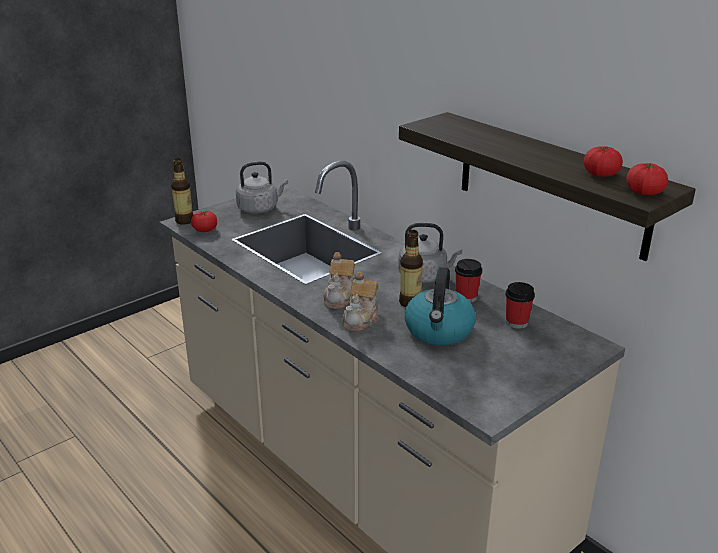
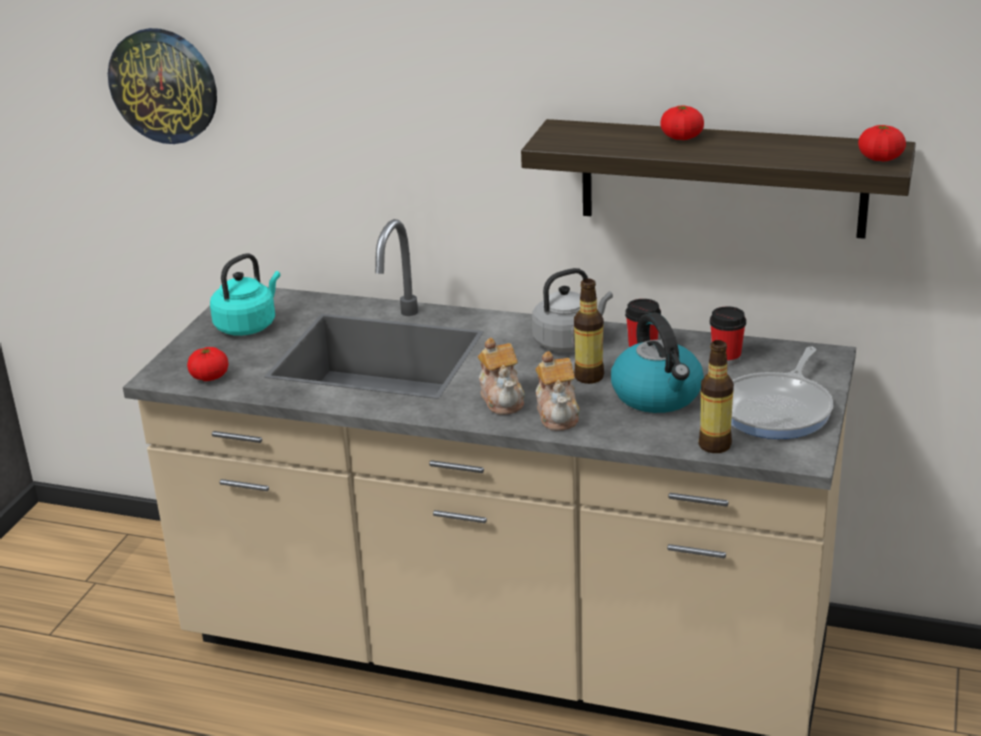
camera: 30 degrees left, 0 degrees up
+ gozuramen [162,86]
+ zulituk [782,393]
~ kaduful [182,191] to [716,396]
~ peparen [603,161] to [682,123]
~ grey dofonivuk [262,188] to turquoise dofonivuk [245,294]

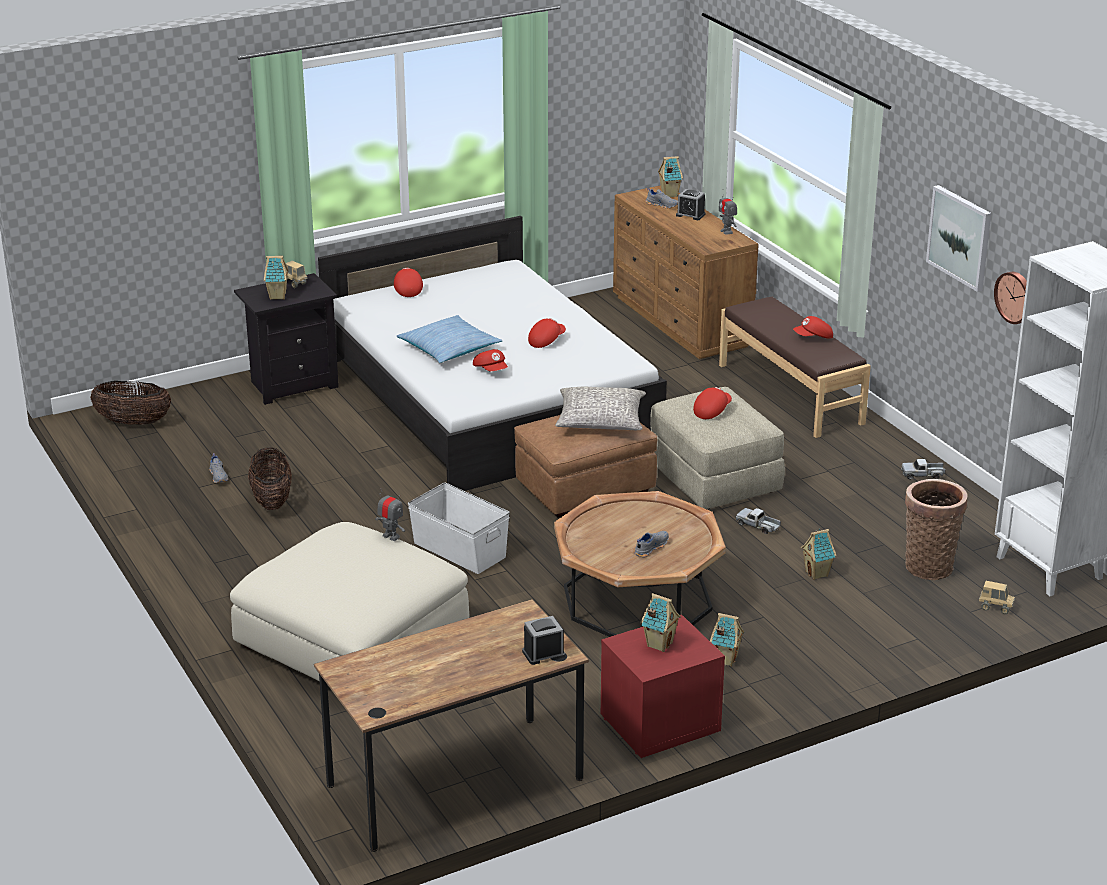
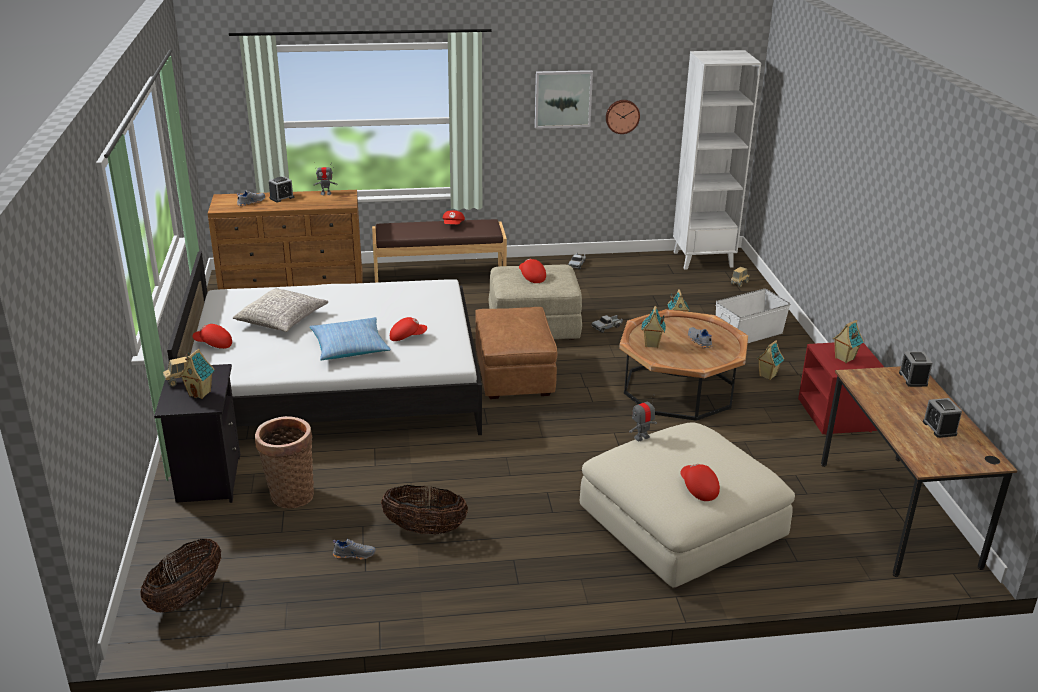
camera: 70 degrees left, 0 degrees up
+ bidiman [942,418]
~ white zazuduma [459,528] to [753,316]
~ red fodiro [547,333] to [700,482]
~ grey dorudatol [600,408] to [280,310]
~ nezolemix [670,176] to [653,327]
~ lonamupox [936,529] to [284,462]

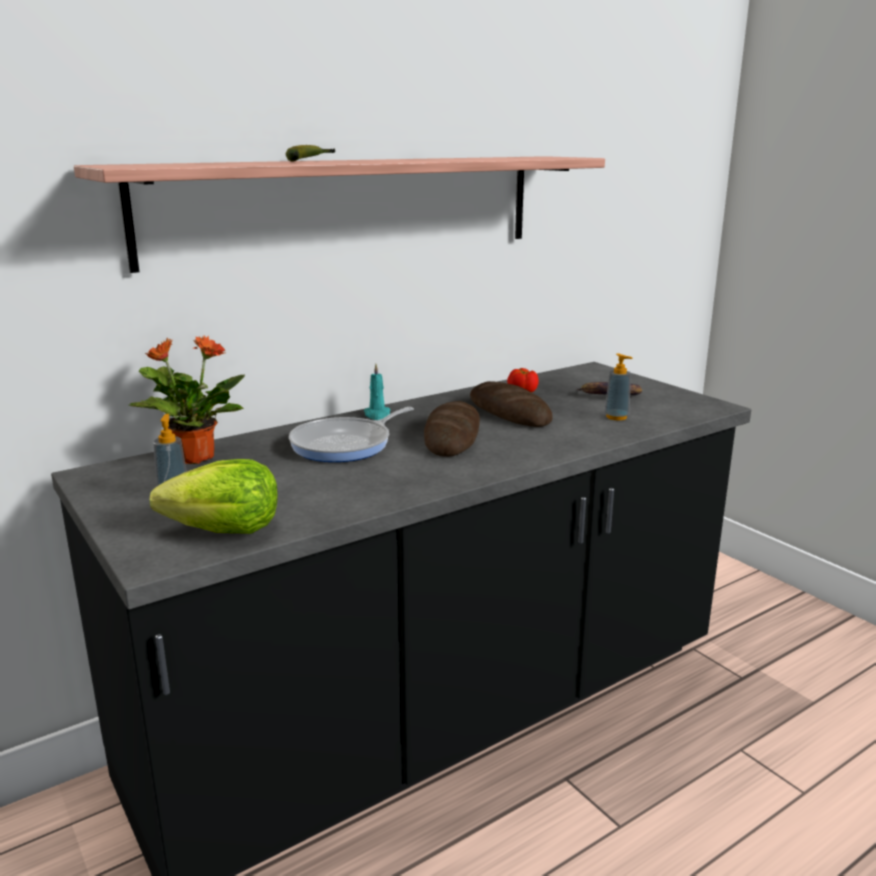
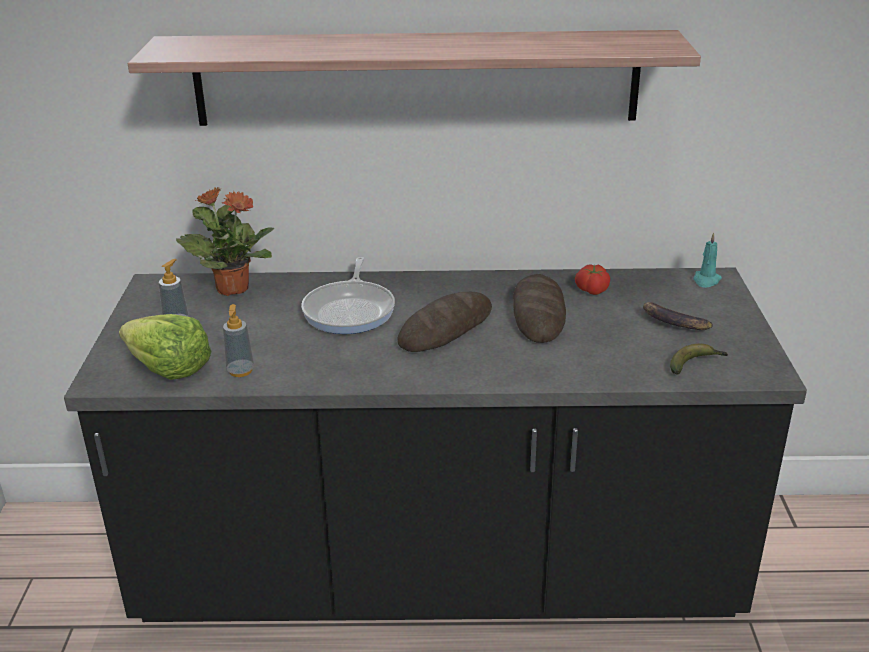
camera: 35 degrees right, 10 degrees up
~ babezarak [310,153] to [699,359]
~ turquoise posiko [377,392] to [707,260]
~ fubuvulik [618,386] to [238,340]
~ zulituk [351,434] = [348,295] 75 degrees counterclockwise

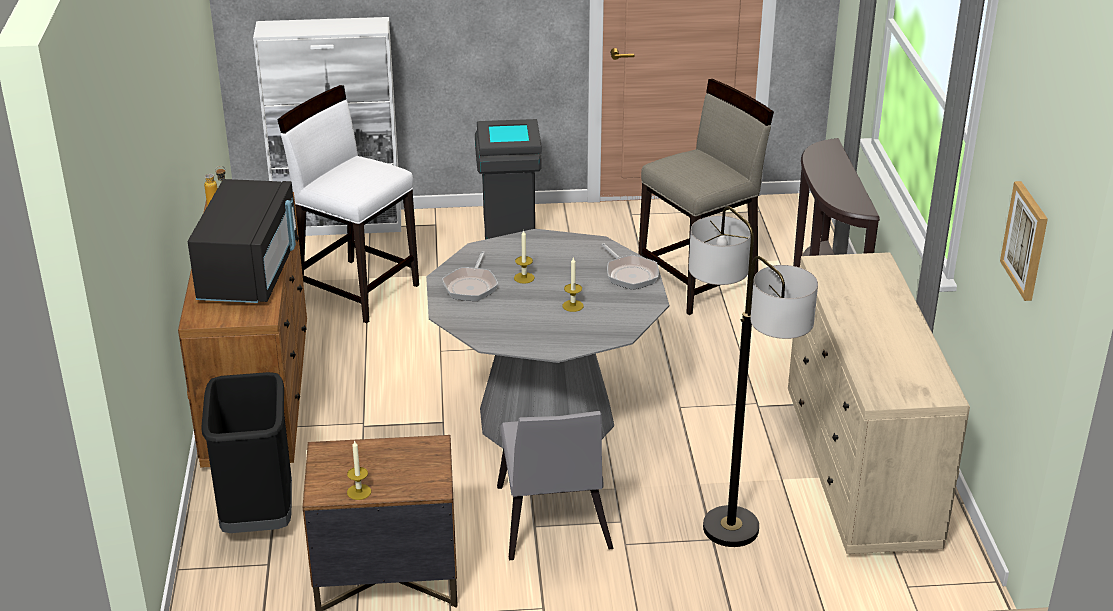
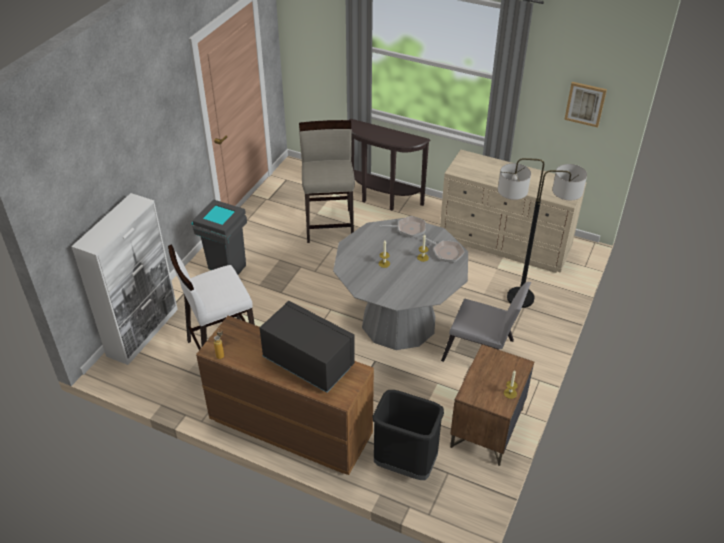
camera: 60 degrees left, 10 degrees up
~ zulituk [470,276] to [443,249]

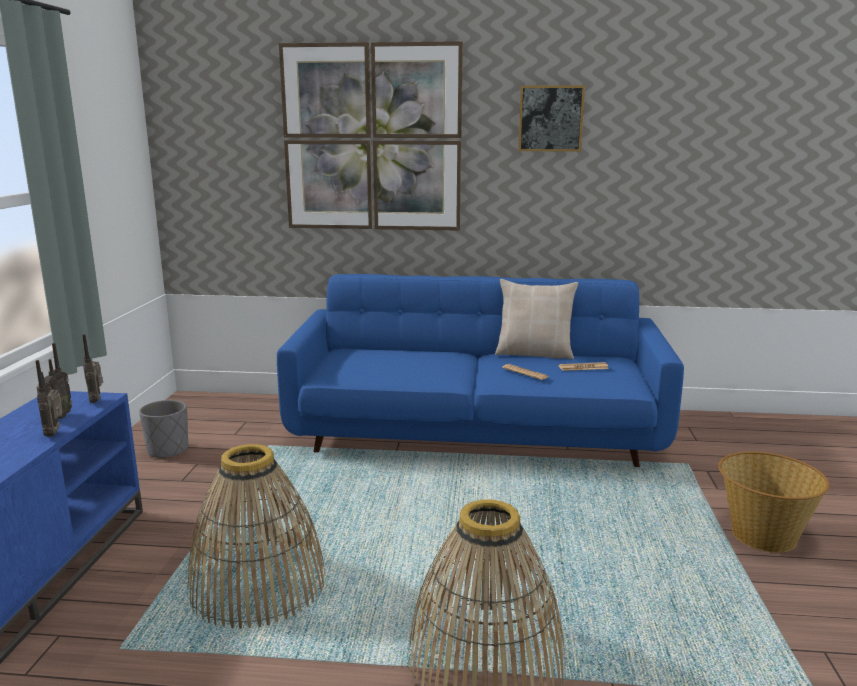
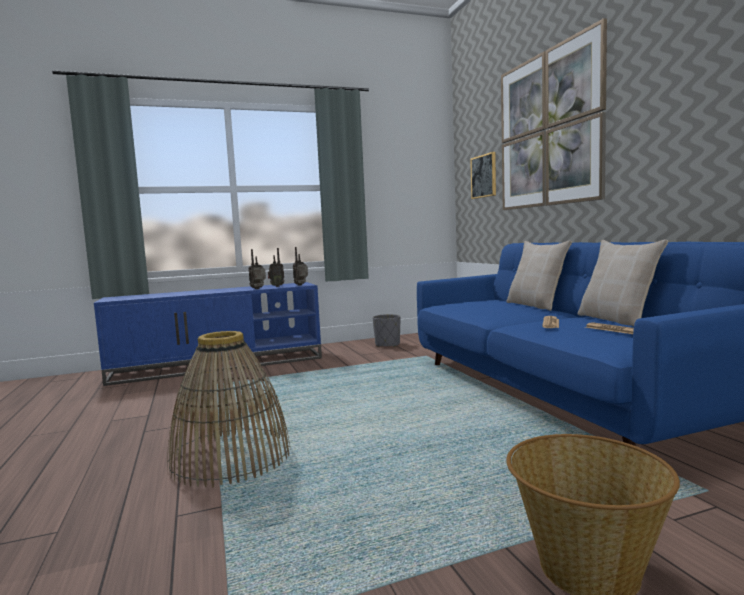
camera: 65 degrees right, 10 degrees down
- lonamupox [256,536]
+ beige dorudatol [539,275]
~ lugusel [551,118] to [483,175]

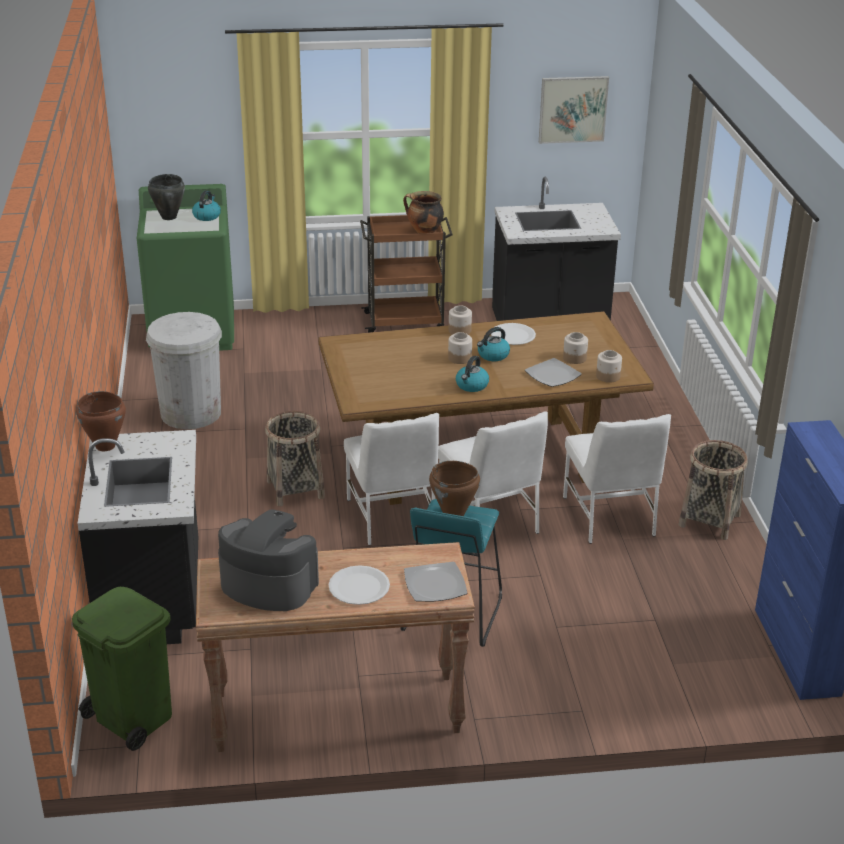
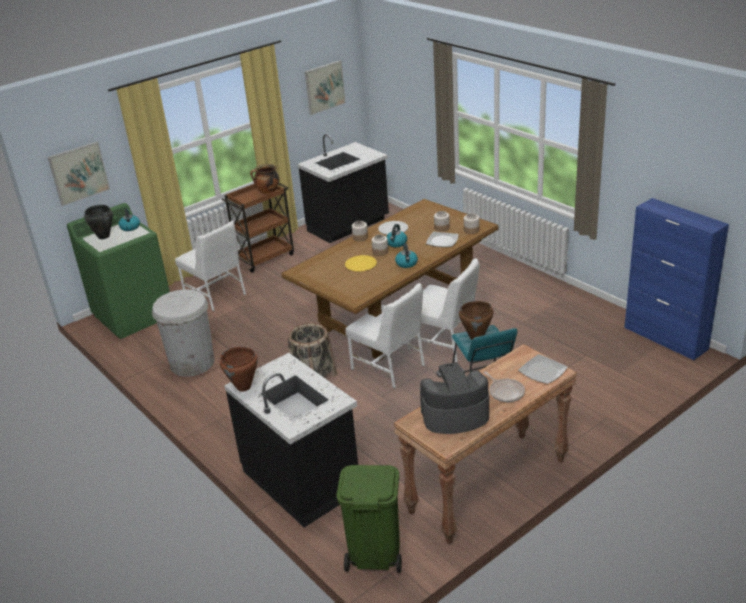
camera: 30 degrees left, 0 degrees up
- lonamupox [713,490]
+ lugusel [79,174]
+ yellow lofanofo [361,263]
~ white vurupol [617,479] to [210,265]
~ white lofanofo [359,585] to zulituk [504,386]

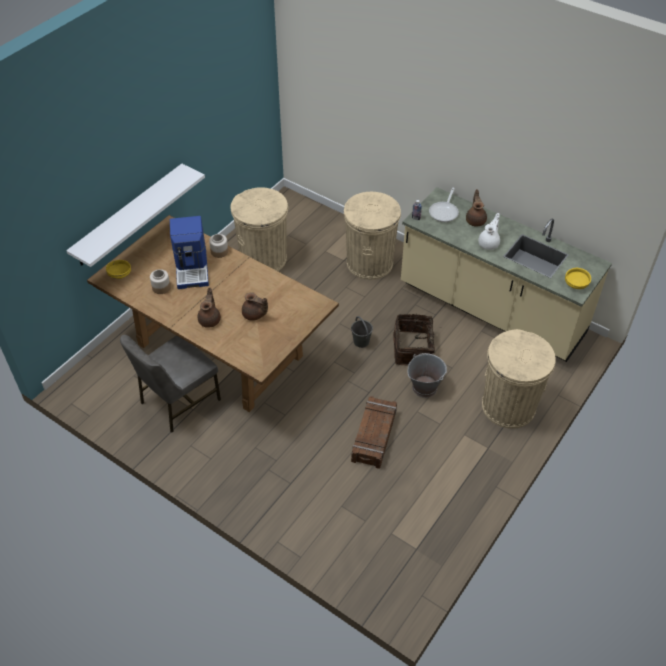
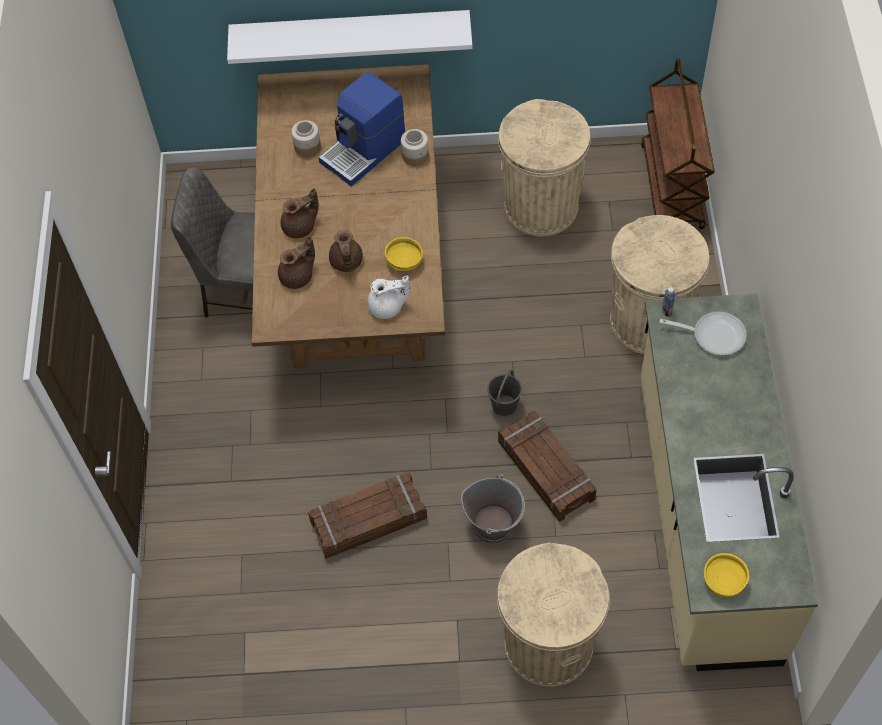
camera: 55 degrees right, 10 degrees up
+ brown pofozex [678,144]
~ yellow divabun [118,269] to [404,254]
~ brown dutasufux [476,208] to [296,262]
~ white dutasufux [489,231] to [388,297]
~ lonamupox [414,340] to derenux [547,466]
~ zulituk [444,205] = [703,333] 150 degrees counterclockwise

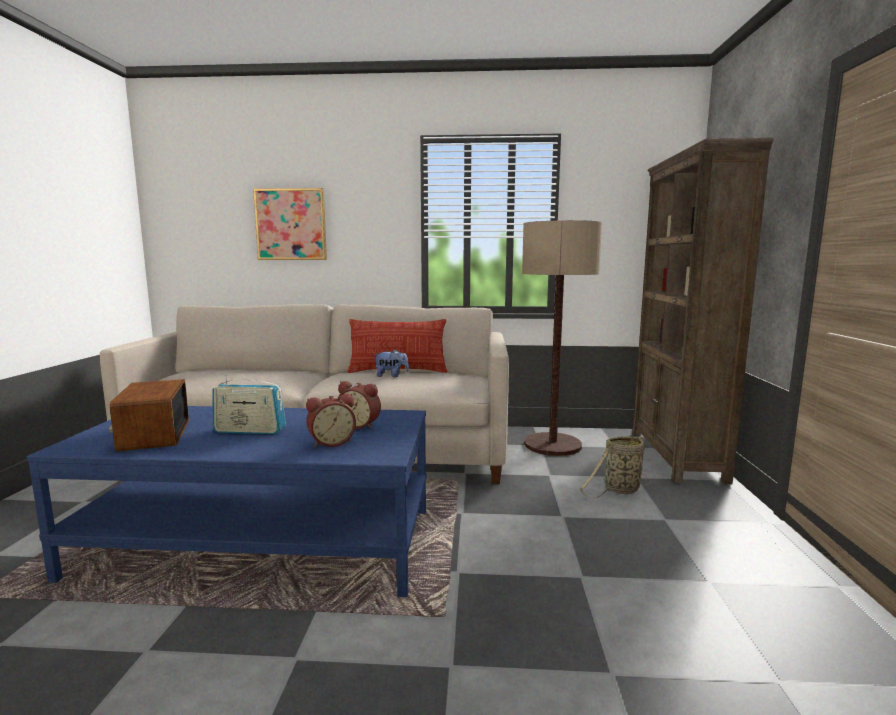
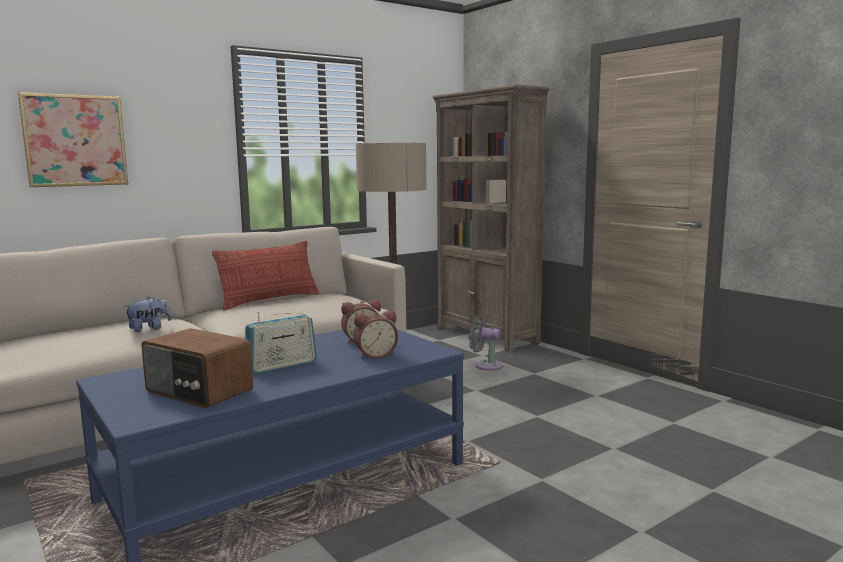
camera: 40 degrees left, 0 degrees up
~ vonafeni [391,363] to [147,314]
~ lonamupox [615,467] to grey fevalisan [486,343]
~ bidiman [331,420] = [375,335] 45 degrees clockwise

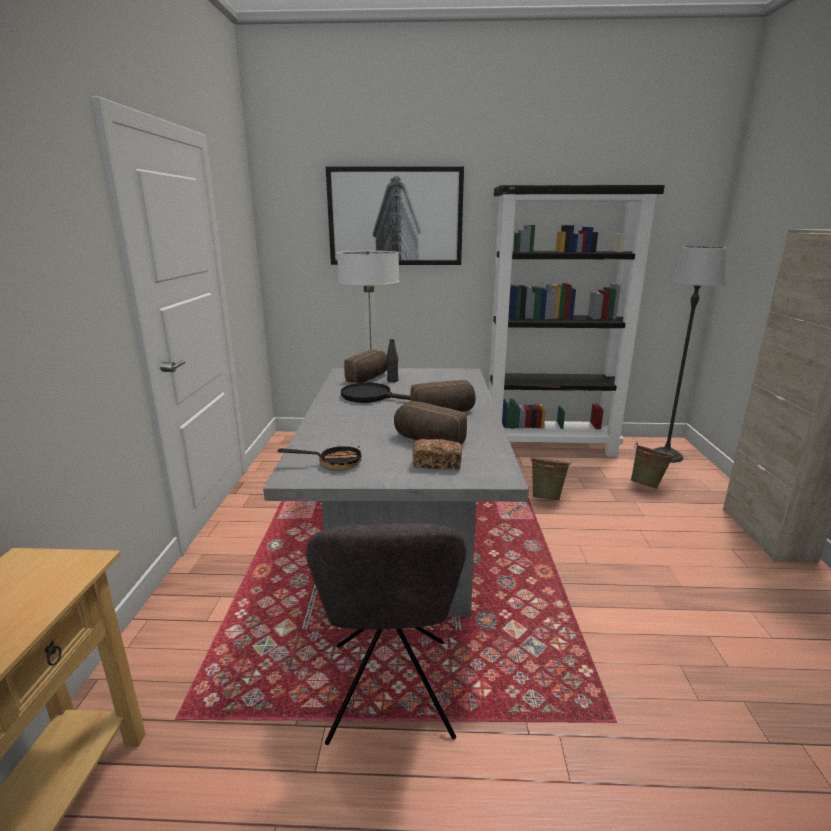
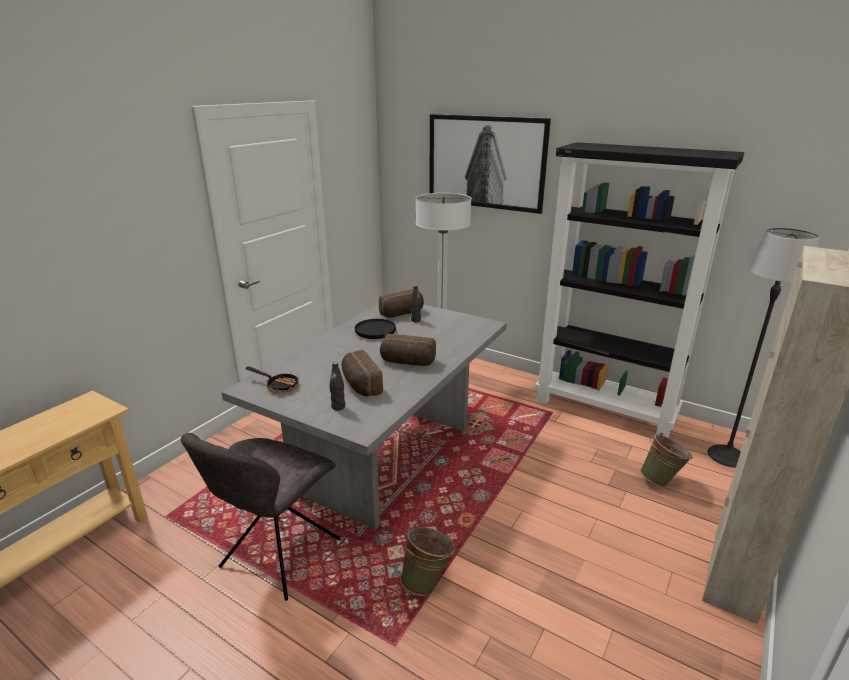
camera: 30 degrees right, 5 degrees up
~ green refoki [551,478] to [427,560]
~ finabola [437,454] to black kaduful [337,386]

